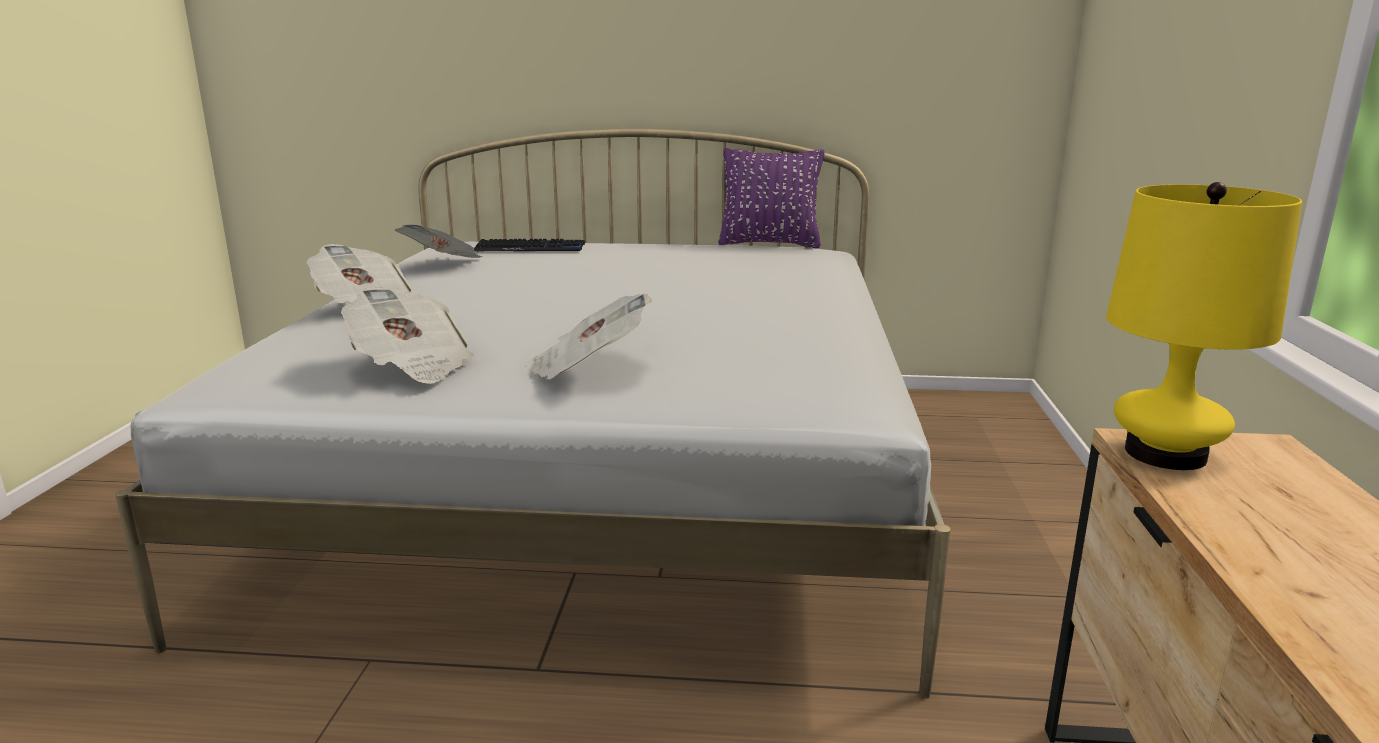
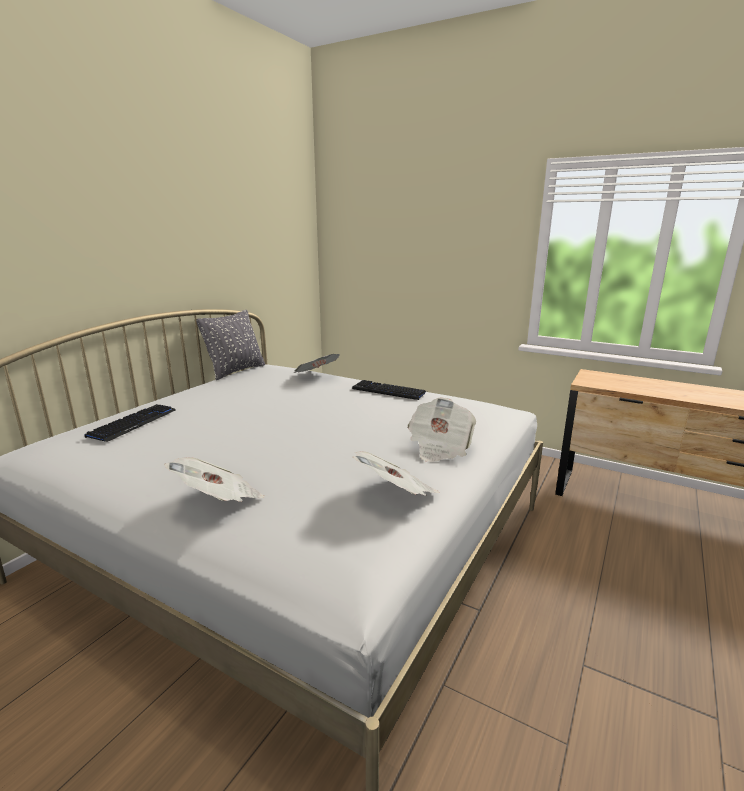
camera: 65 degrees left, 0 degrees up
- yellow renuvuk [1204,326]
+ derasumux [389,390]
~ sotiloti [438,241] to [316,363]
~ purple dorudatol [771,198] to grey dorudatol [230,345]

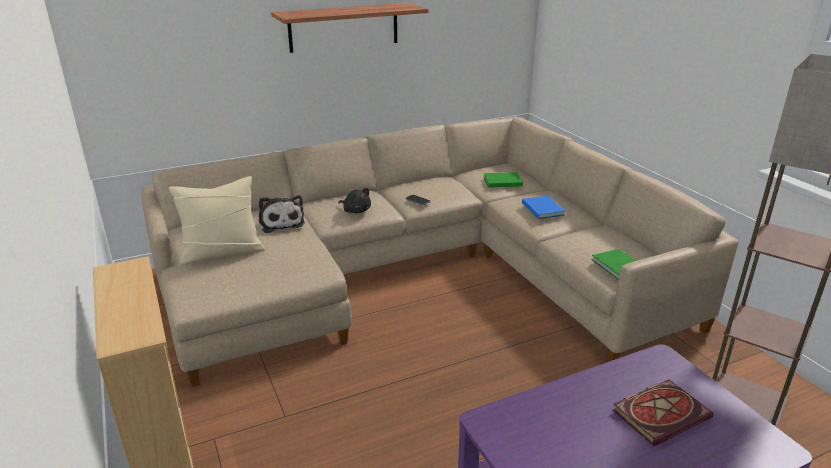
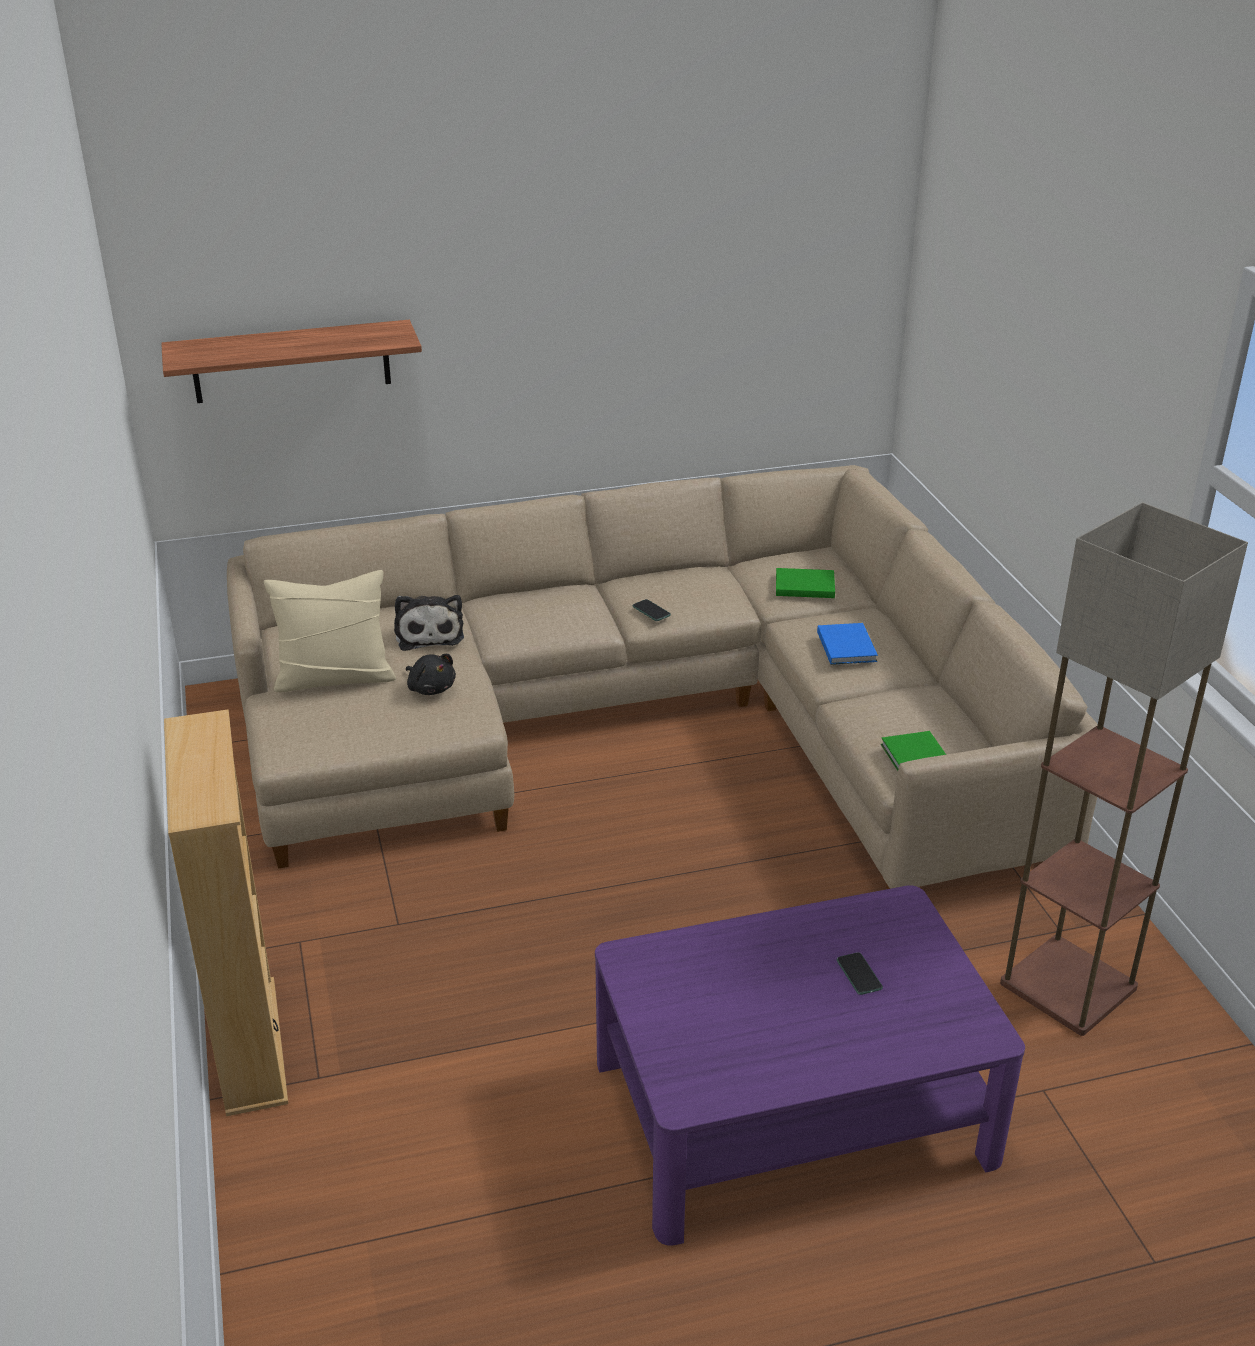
camera: 10 degrees right, 5 degrees up
~ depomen [350,28] to [291,361]
~ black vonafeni [355,200] to [431,674]
~ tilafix [663,412] to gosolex [860,973]

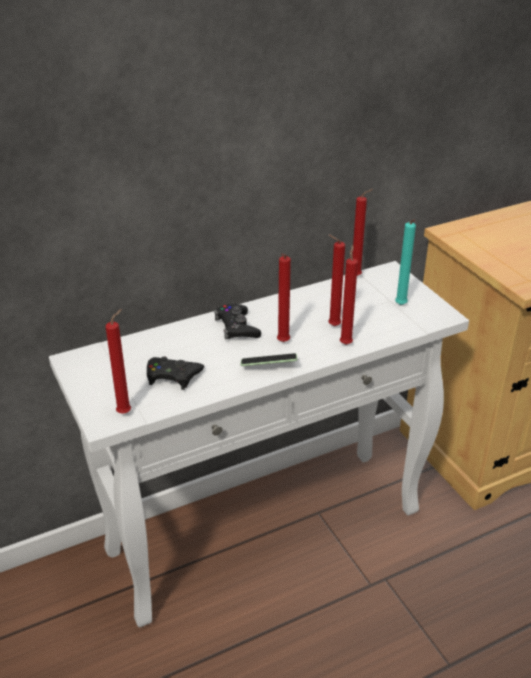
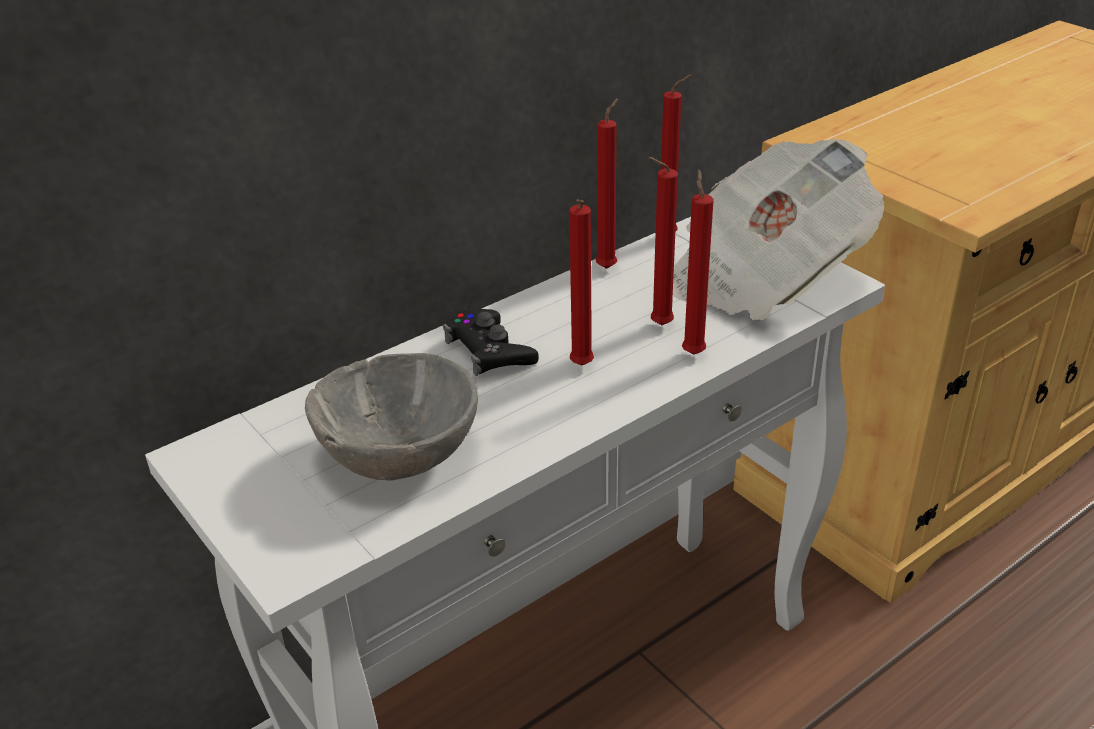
camera: 10 degrees left, 0 degrees up
- gosolex [269,359]
~ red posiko [118,361] to [607,184]
~ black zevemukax [175,373] to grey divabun [391,417]
~ turquoise posiko [405,262] to sotiloti [778,229]

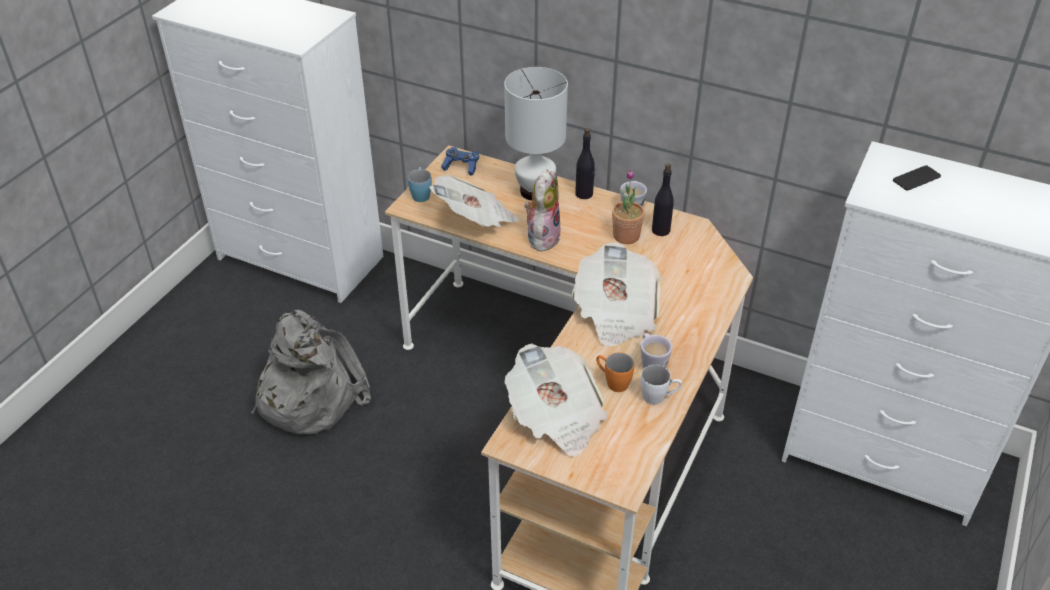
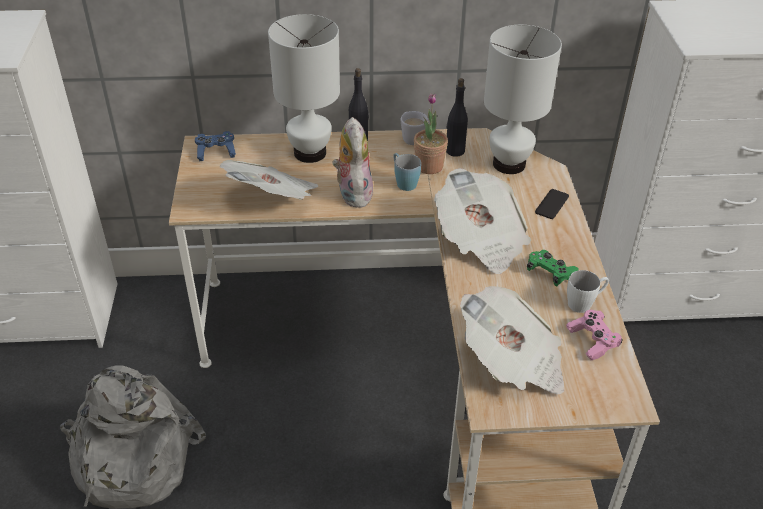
camera: 30 degrees left, 0 degrees up
- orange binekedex [615,372]
+ white renuvuk [523,99]
+ pink zevemukax [594,335]
~ blue binekedex [420,184] to [407,172]
~ gosolex [917,177] to [552,204]
~ white binekedex [656,350] to green zevemukax [553,268]

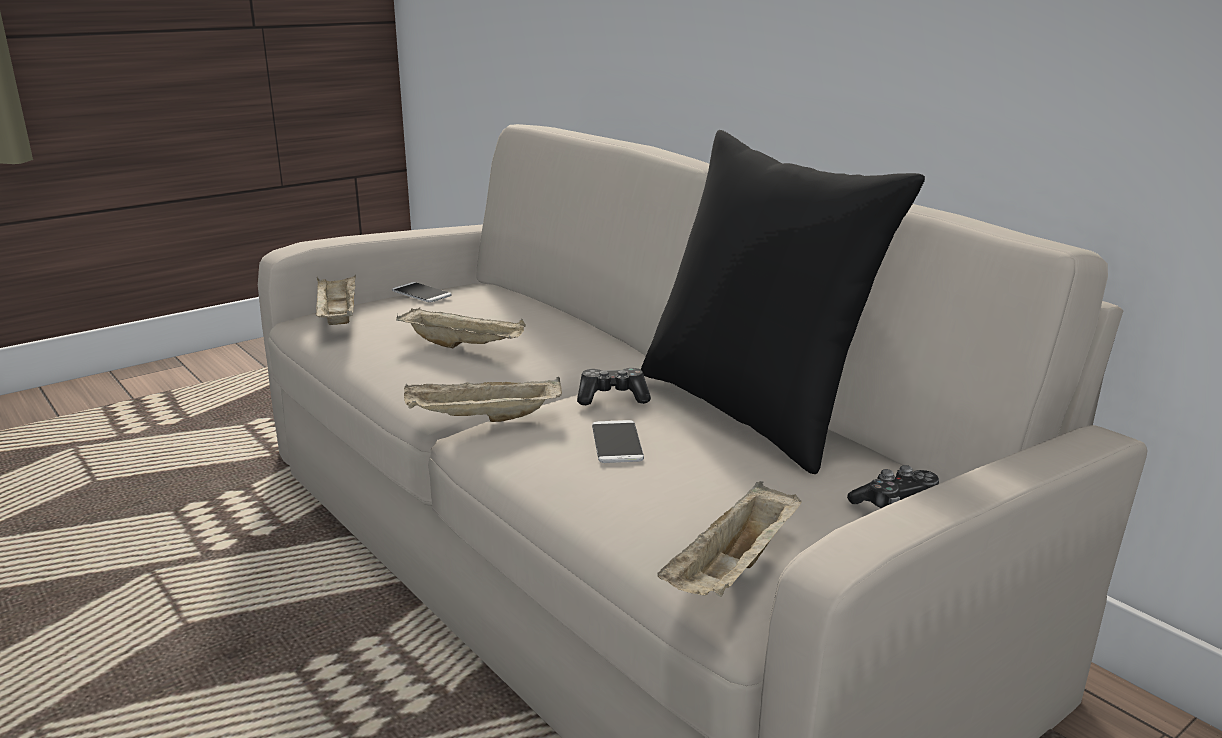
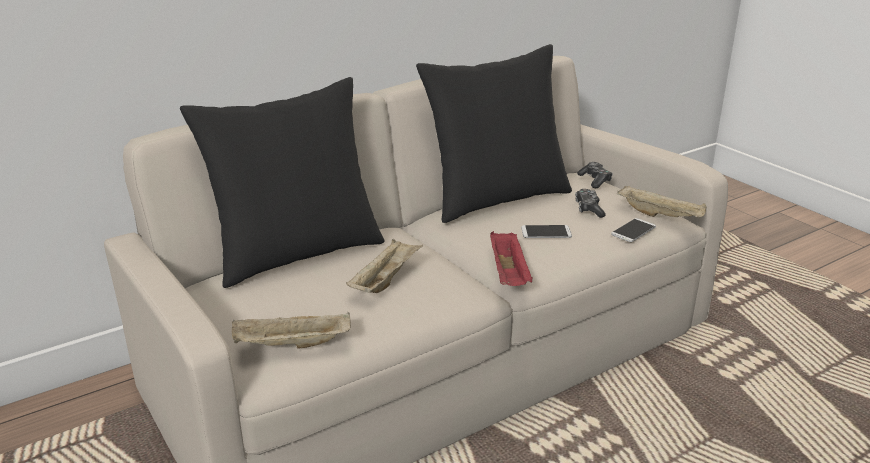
camera: 85 degrees left, 5 degrees up
+ black dorudatol [282,182]
~ gosolex [422,292] to [633,230]
~ zevemukax [614,386] to [590,203]
~ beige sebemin [483,399] to red sebemin [511,258]

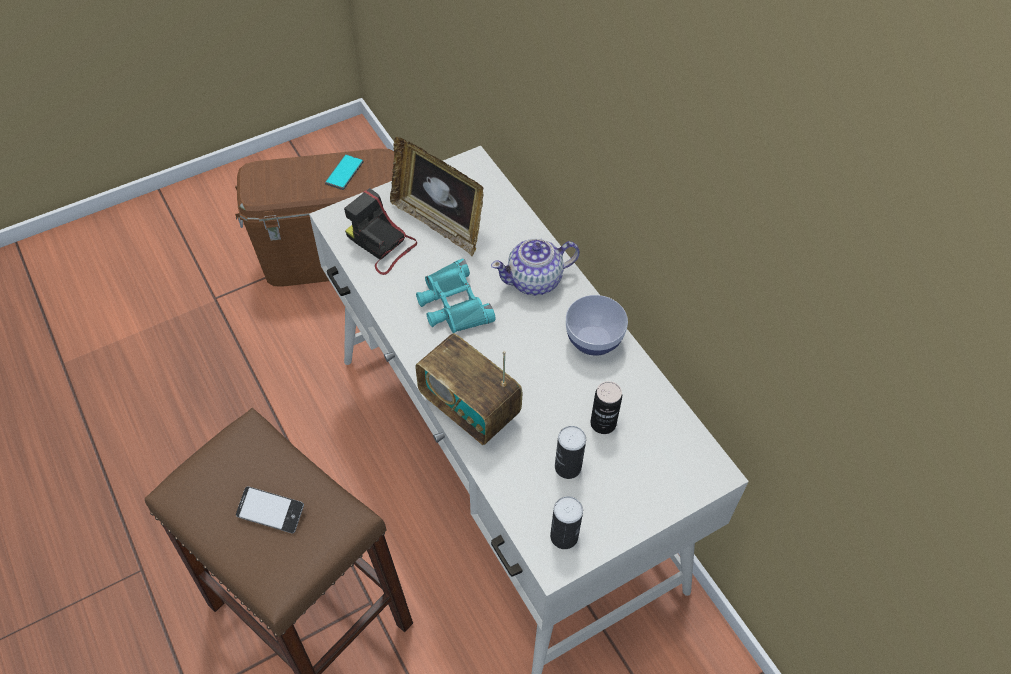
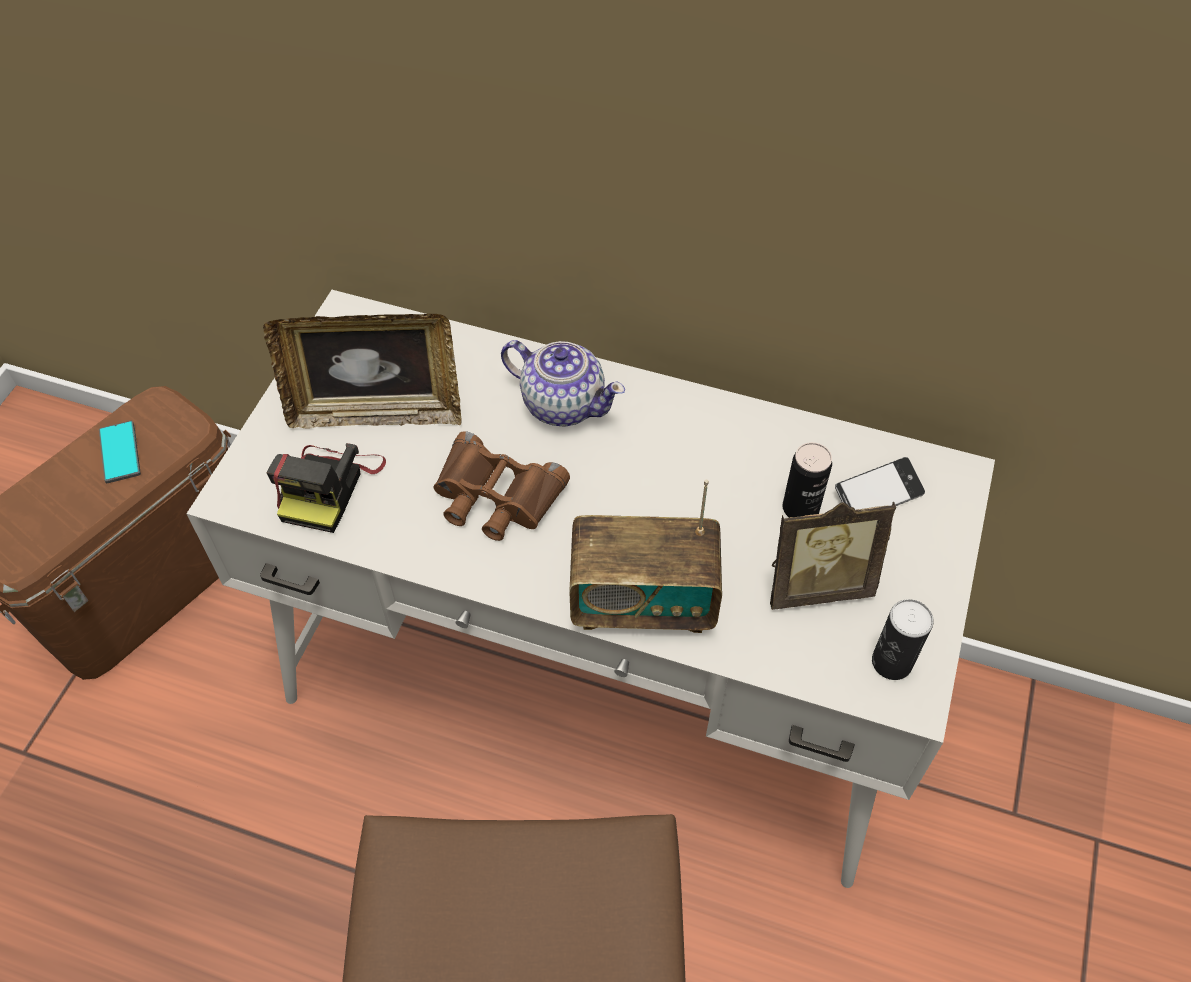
camera: 40 degrees left, 0 degrees up
- divabun [597,325]
~ gosolex [270,509] to [880,483]
~ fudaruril [570,452] to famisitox [833,555]
~ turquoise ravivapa [456,296] to brown ravivapa [502,486]
~ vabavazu [380,231] = [326,488] 75 degrees counterclockwise
~ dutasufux [535,266] = [563,383] 90 degrees counterclockwise

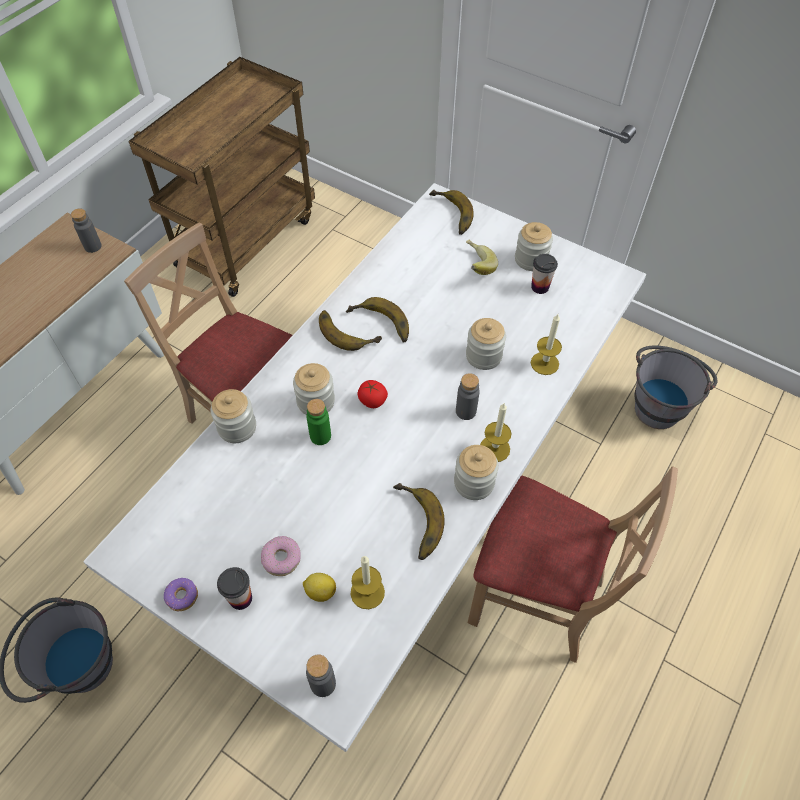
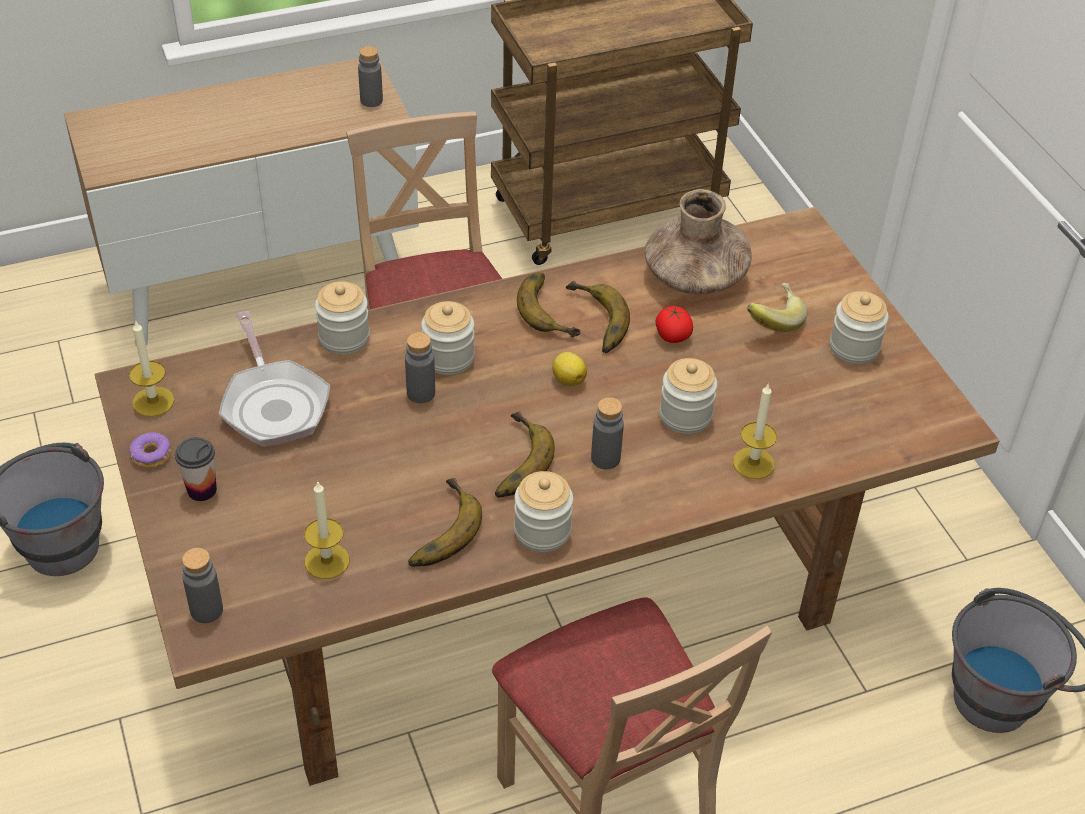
camera: 35 degrees right, 10 degrees down
- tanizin [281,556]
- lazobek [544,274]
+ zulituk [274,379]
+ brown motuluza [698,241]
~ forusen [319,587] to [569,369]
~ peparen [372,394] to [674,324]
~ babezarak [451,212] to [525,455]
~ posiko [496,432] to [151,368]
~ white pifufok [364,467] to brown pifufok [547,496]
~ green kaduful [318,422] to grey kaduful [420,367]

